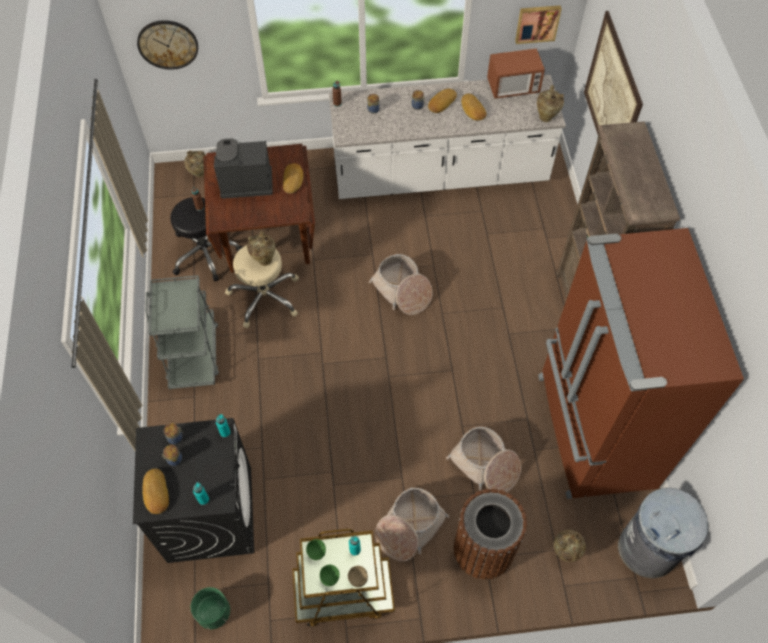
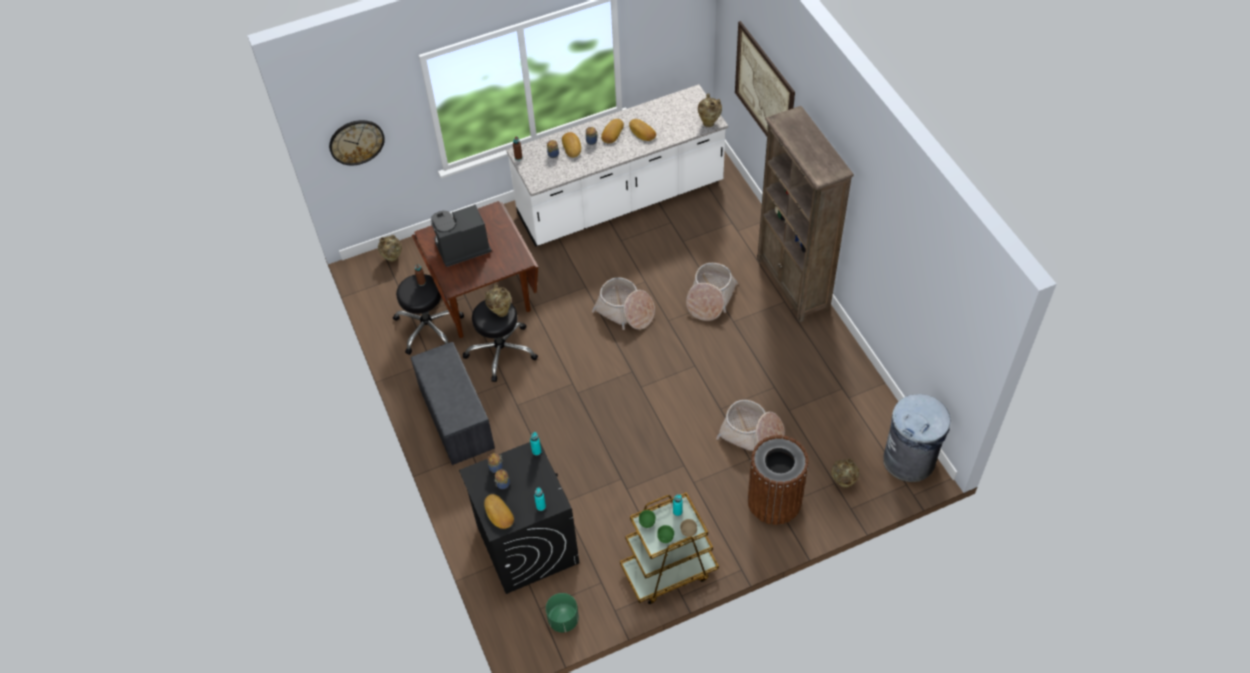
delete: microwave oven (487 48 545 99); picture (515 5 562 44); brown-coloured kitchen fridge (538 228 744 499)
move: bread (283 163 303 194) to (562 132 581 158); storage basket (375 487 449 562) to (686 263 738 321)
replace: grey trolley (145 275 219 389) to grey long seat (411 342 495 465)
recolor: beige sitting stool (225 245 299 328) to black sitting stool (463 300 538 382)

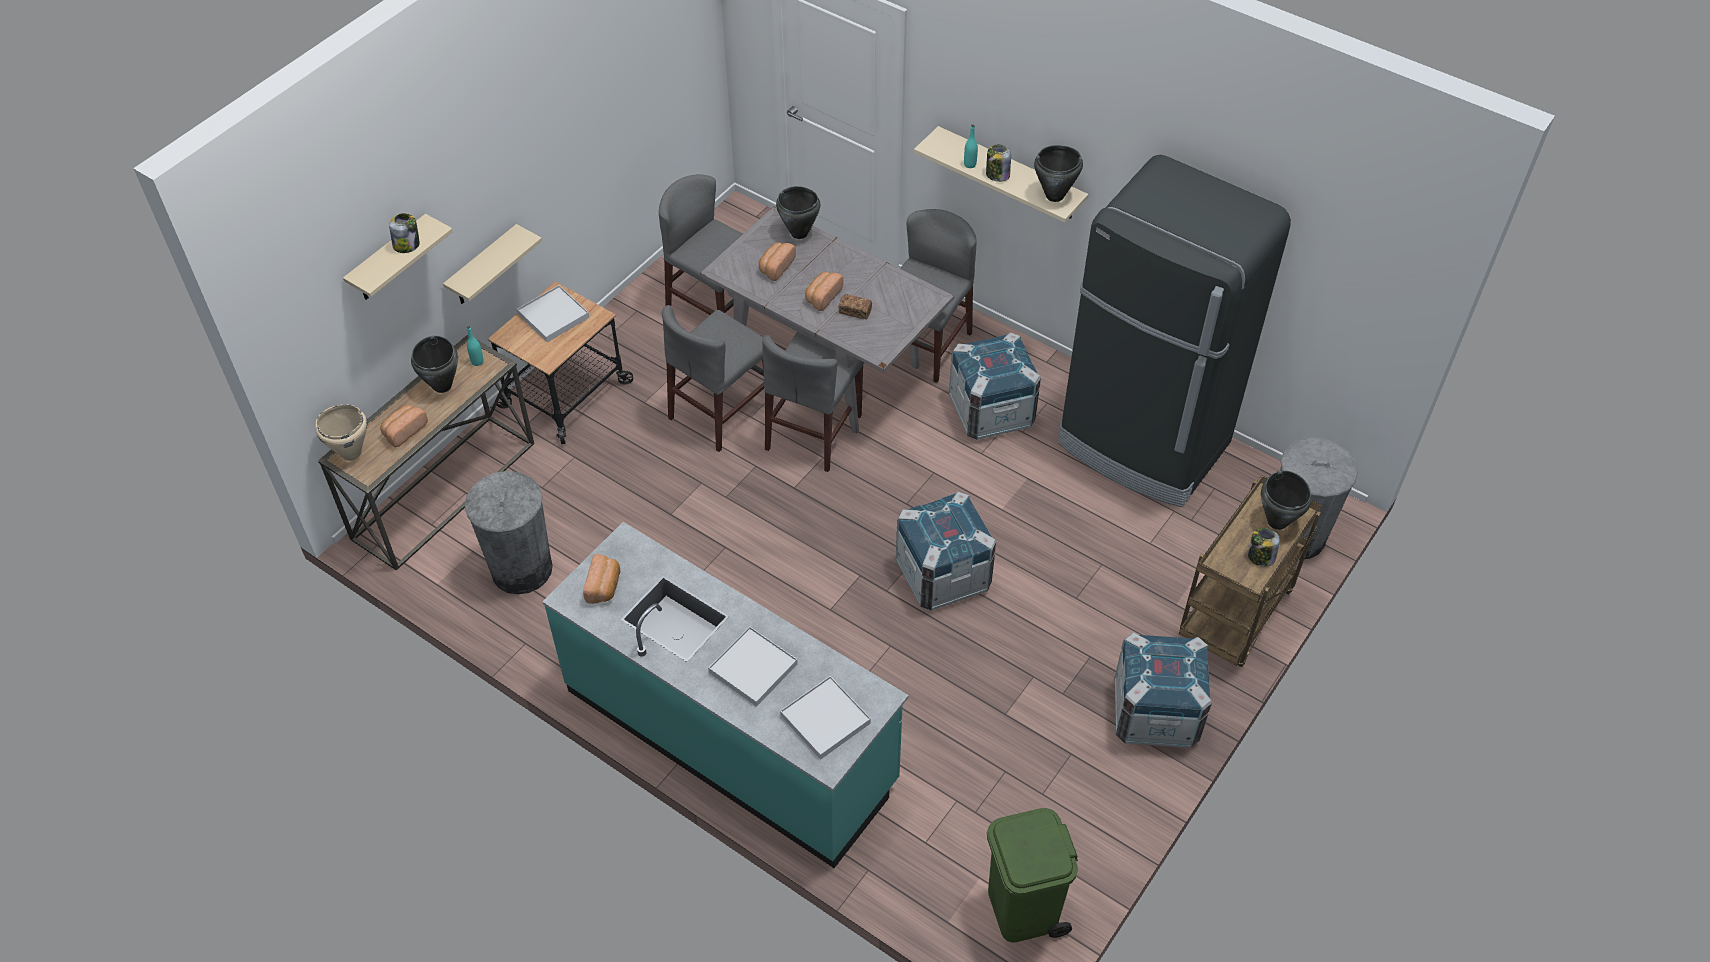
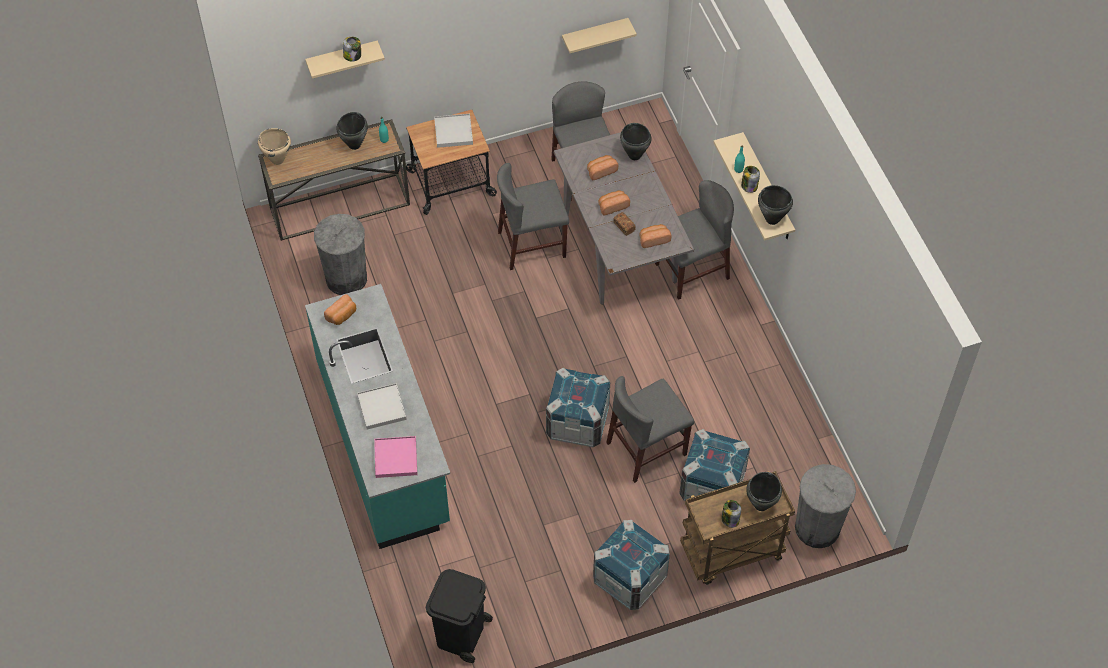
delete: black kitchen fridge (1058 155 1291 507)
move: bread (381 405 428 447) to (639 224 672 248); beige shelf (443 224 542 304) to (562 18 637 53); grey plain chair (762 332 864 472) to (606 376 694 483); packing crate (949 332 1041 440) to (679 429 750 501)
recolor: whitish tray (780 676 871 760) to pinkish tray (374 436 417 478); greenish waste bin (987 808 1078 943) to black waste bin (426 569 493 663)

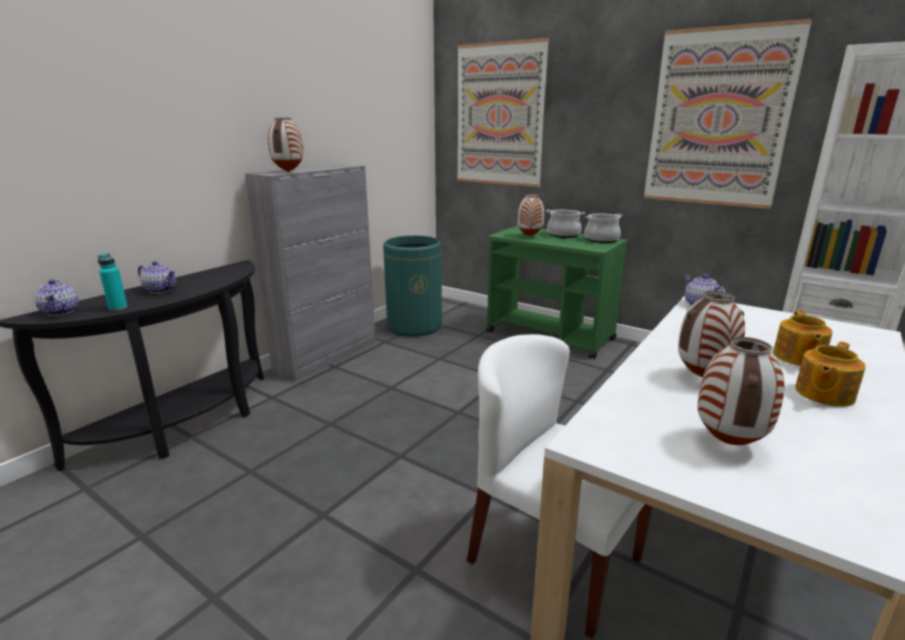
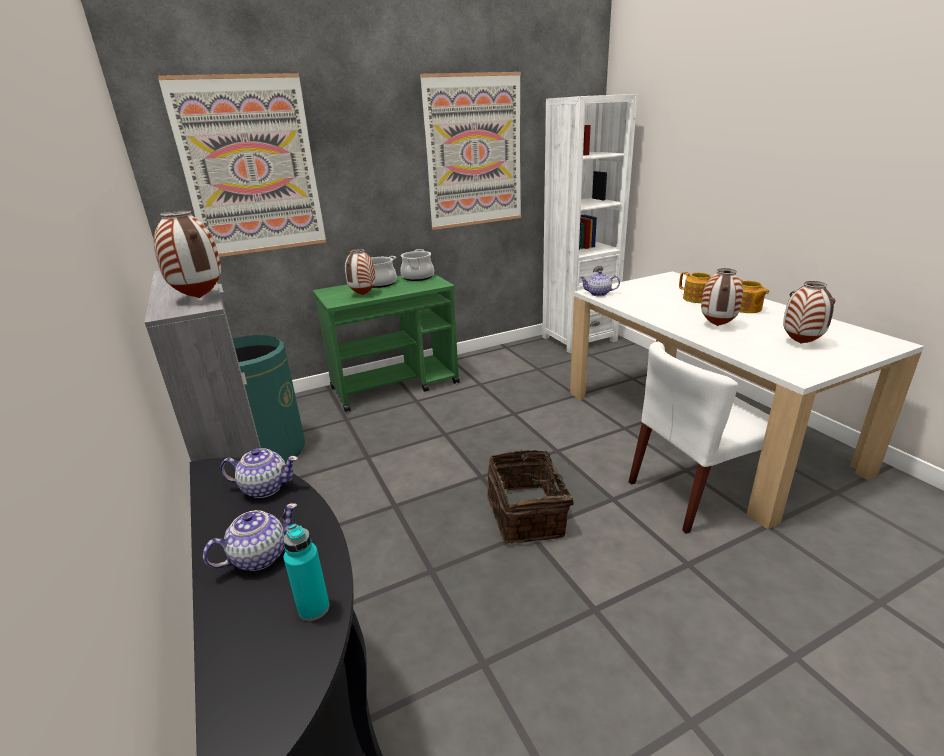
insert: storage basket (487 450 574 543)
move: pot for tea (35 279 79 316) to (220 448 298 498)

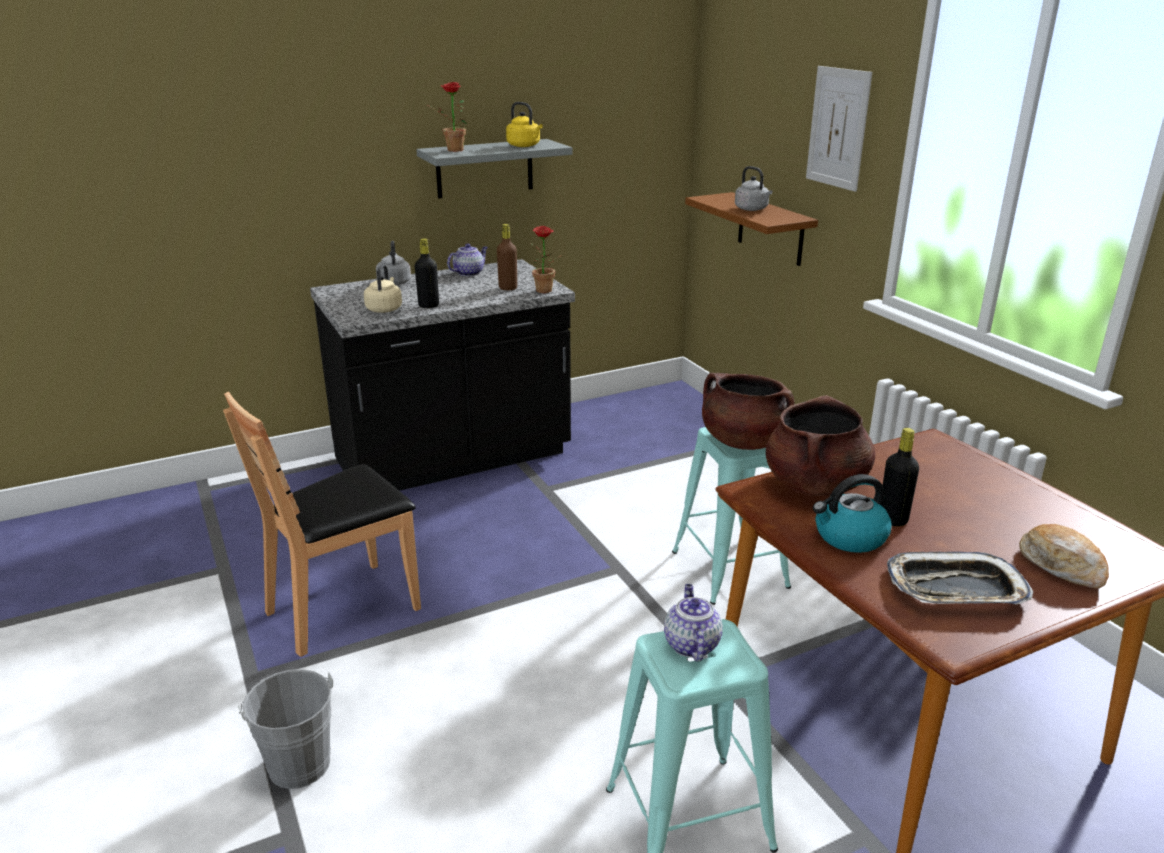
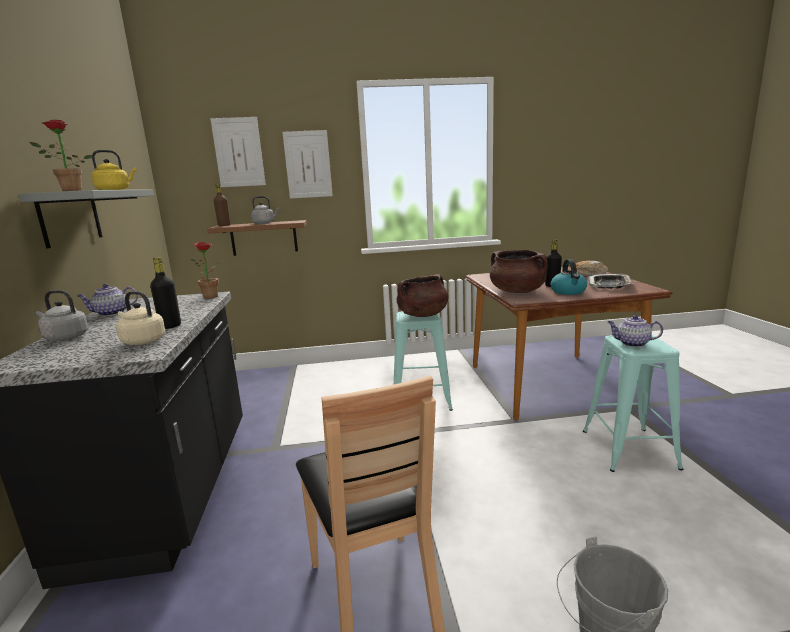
insert: picture (210 117 266 187)
move: brown-coloured beverage bottle (497 224 517 290) to (214 184 231 226)
rotate: pot for tea (447 243 488 276) = (77 284 138 316) 90 degrees counterclockwise

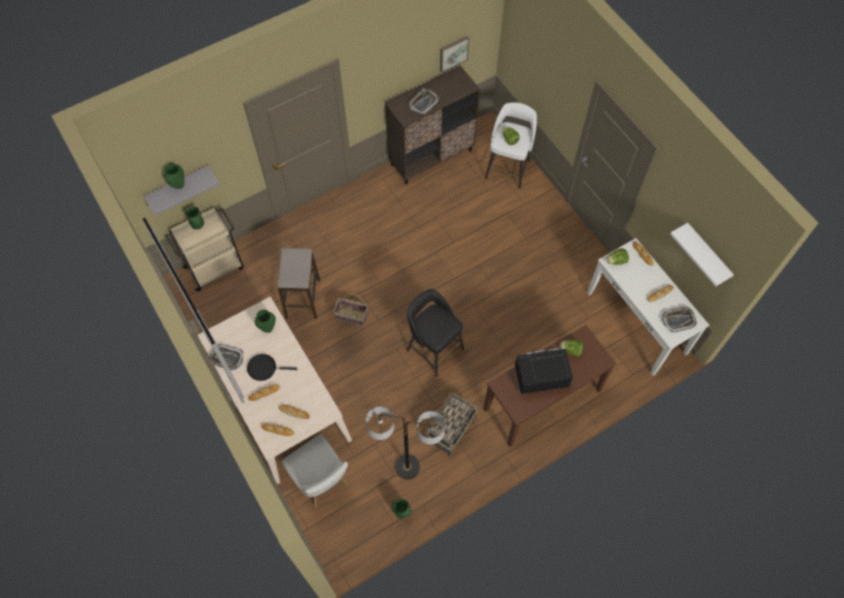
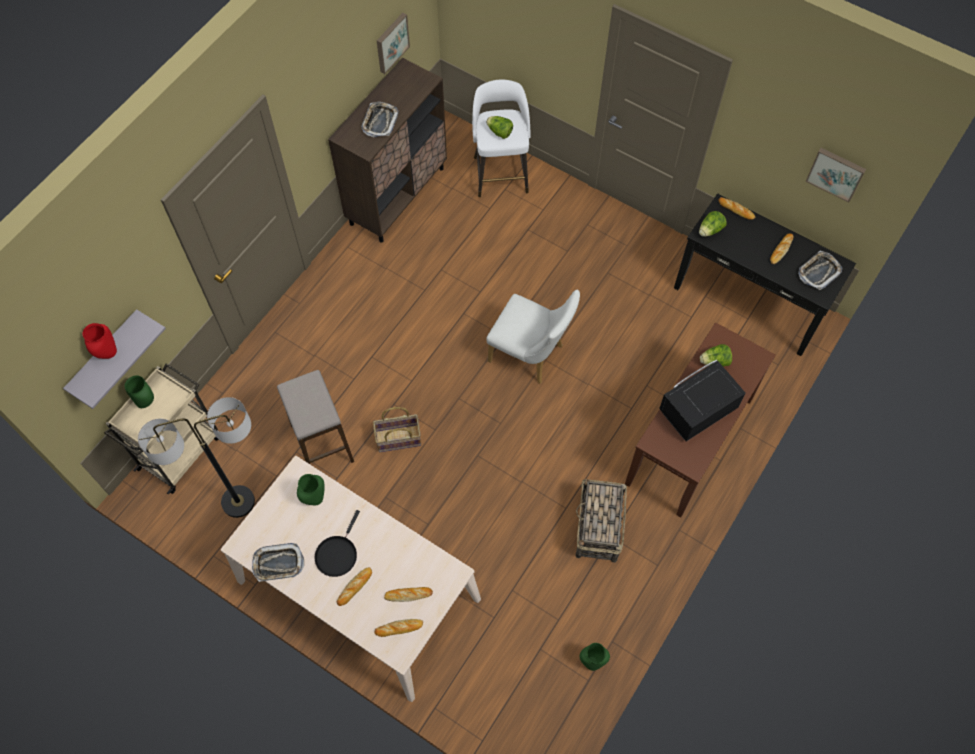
delete: black sitting stool (407 289 464 377)
move: whitish plain chair (282 434 348 507) to (486 290 580 384); standard lamp (365 407 445 479) to (138 397 255 518)
replace: whitish shelf (670 223 734 286) to picture (806 148 866 203)
recolor: greenish flower vase (164 163 184 189) to reddish flower vase (83 323 117 359); whitish narrow table (587 238 709 376) to black narrow table (674 194 856 356)
rotate: black frying pan (247 354 297 381) = (315 510 360 577) 45 degrees counterclockwise

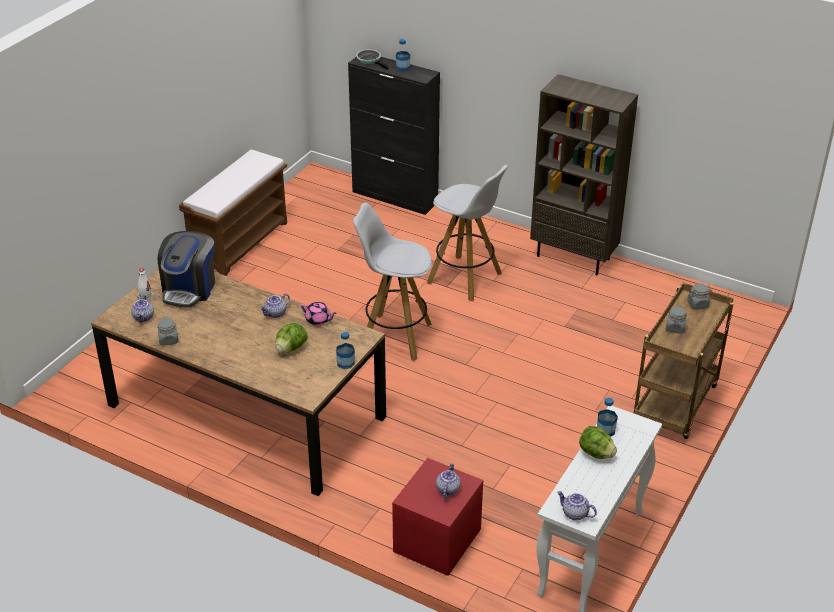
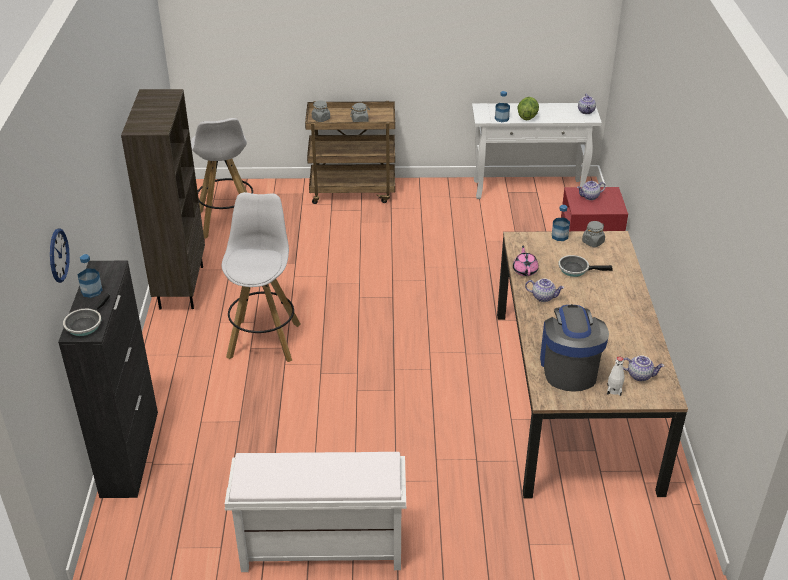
insert: wall clock (50 228 70 283)
move: grey storage jar (158 317 179 346) to (582 221 605 248); whitish sitting stool (353 203 432 361) to (191 118 253 238)
replace: lettuce (275 323 308 353) to frying pan (558 255 613 277)
recolor: brown-coloured long seat (179 149 287 276) to whitish long seat (225 452 406 572)
rotate: pot for tea (131 295 154 323) = (623 355 664 381) 45 degrees clockwise; coffee brewer (158 231 215 308) = (540 304 609 392) 75 degrees counterclockwise

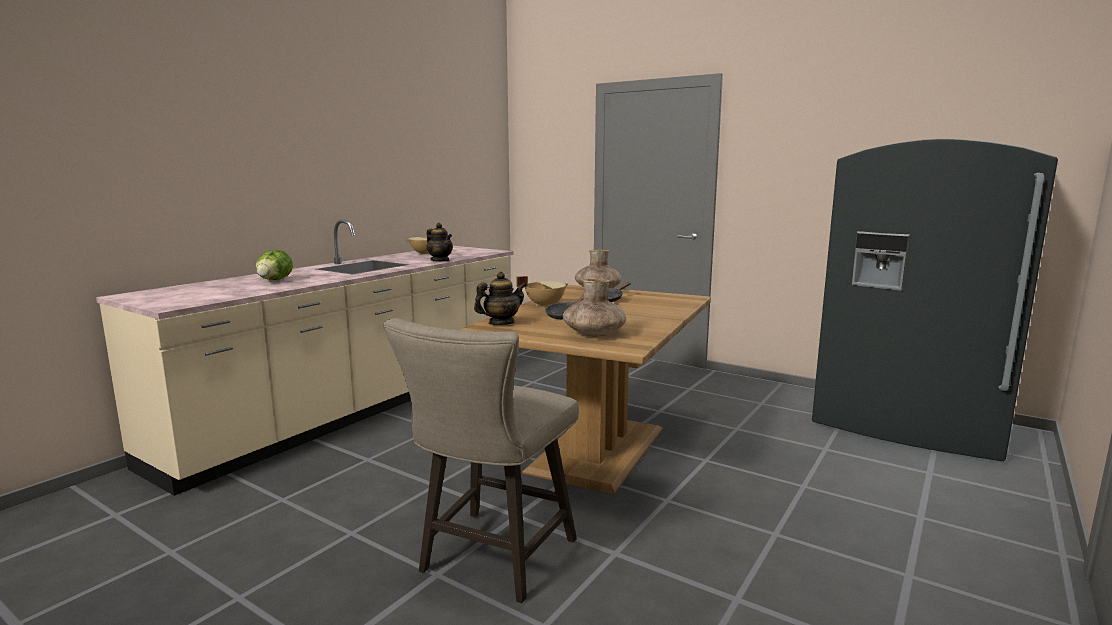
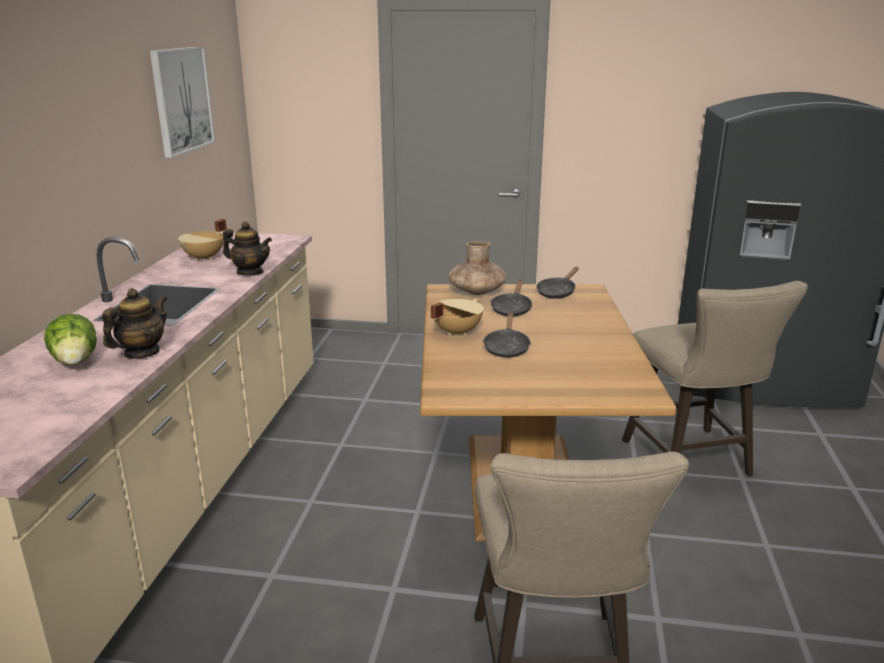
delete: brown-coloured flower vase (563 279 626 337)
insert: picture (150 47 215 158); black frying pan (536 267 579 299); beige sitting stool (622 281 808 476)
move: pot for tea (474 272 526 325) to (102 288 167 359)

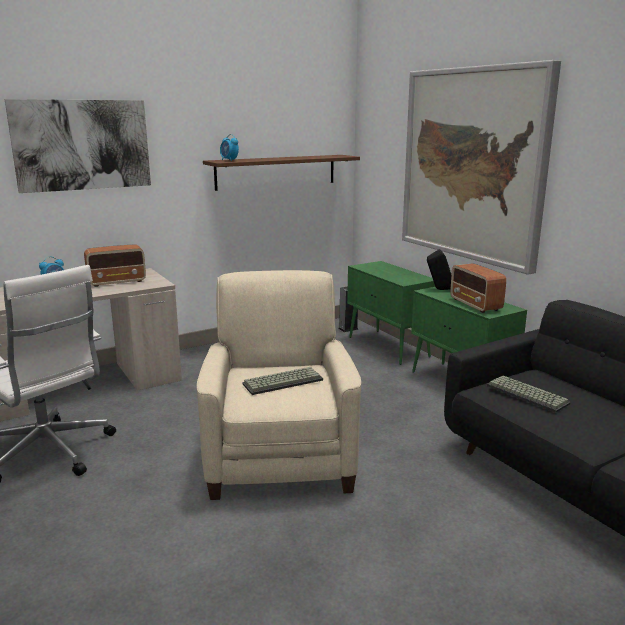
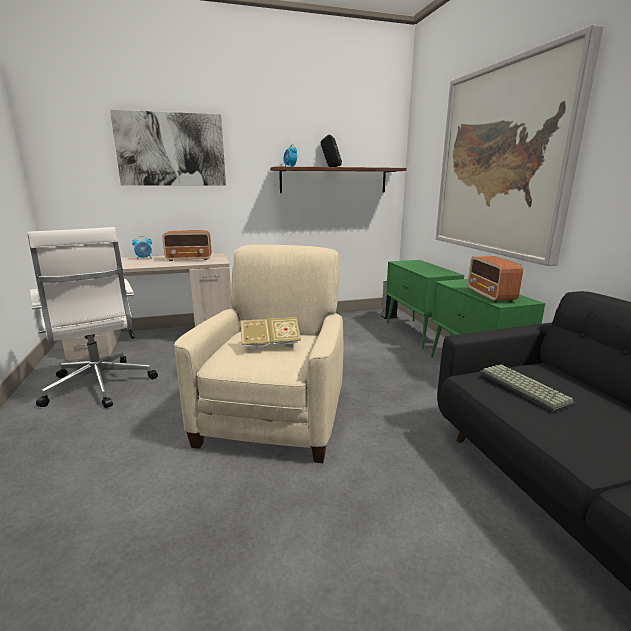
move: black loudspeaker (427 249 451 290) to (321 134 342 167)
replace: computer keyboard (242 367 323 395) to volume (240 317 301 352)

